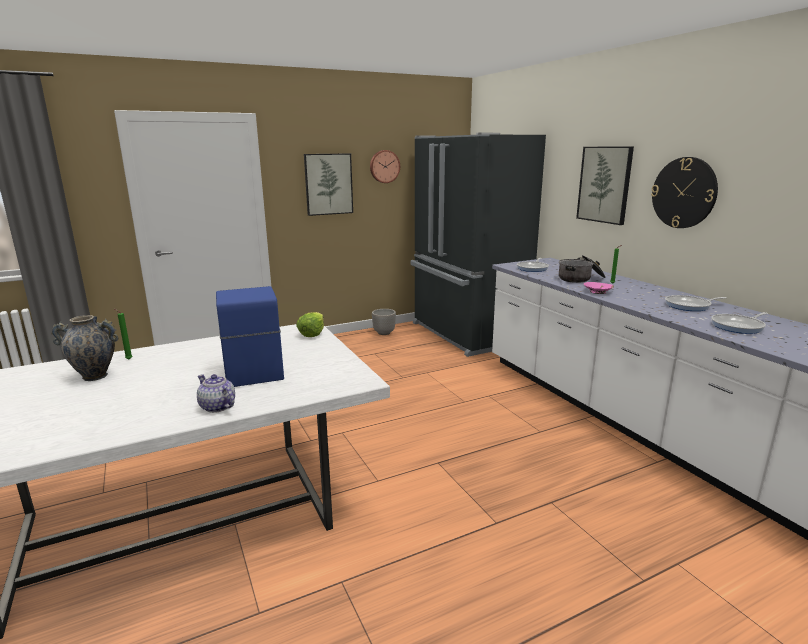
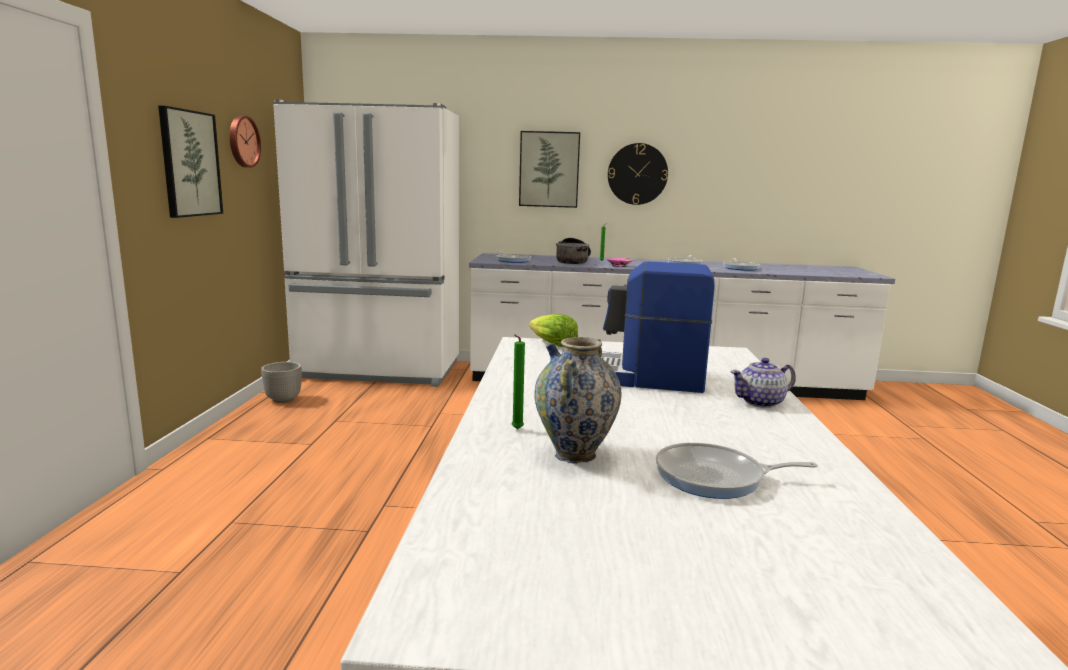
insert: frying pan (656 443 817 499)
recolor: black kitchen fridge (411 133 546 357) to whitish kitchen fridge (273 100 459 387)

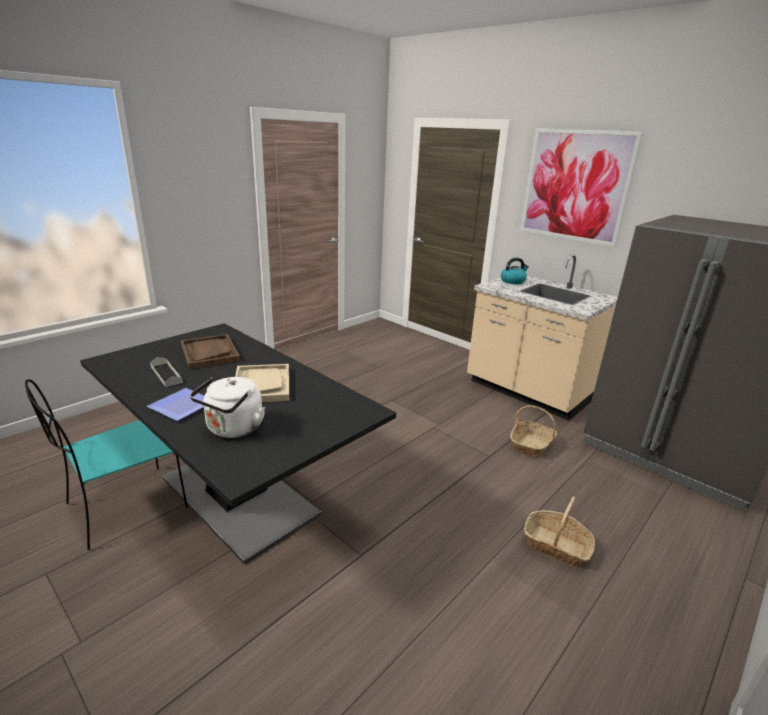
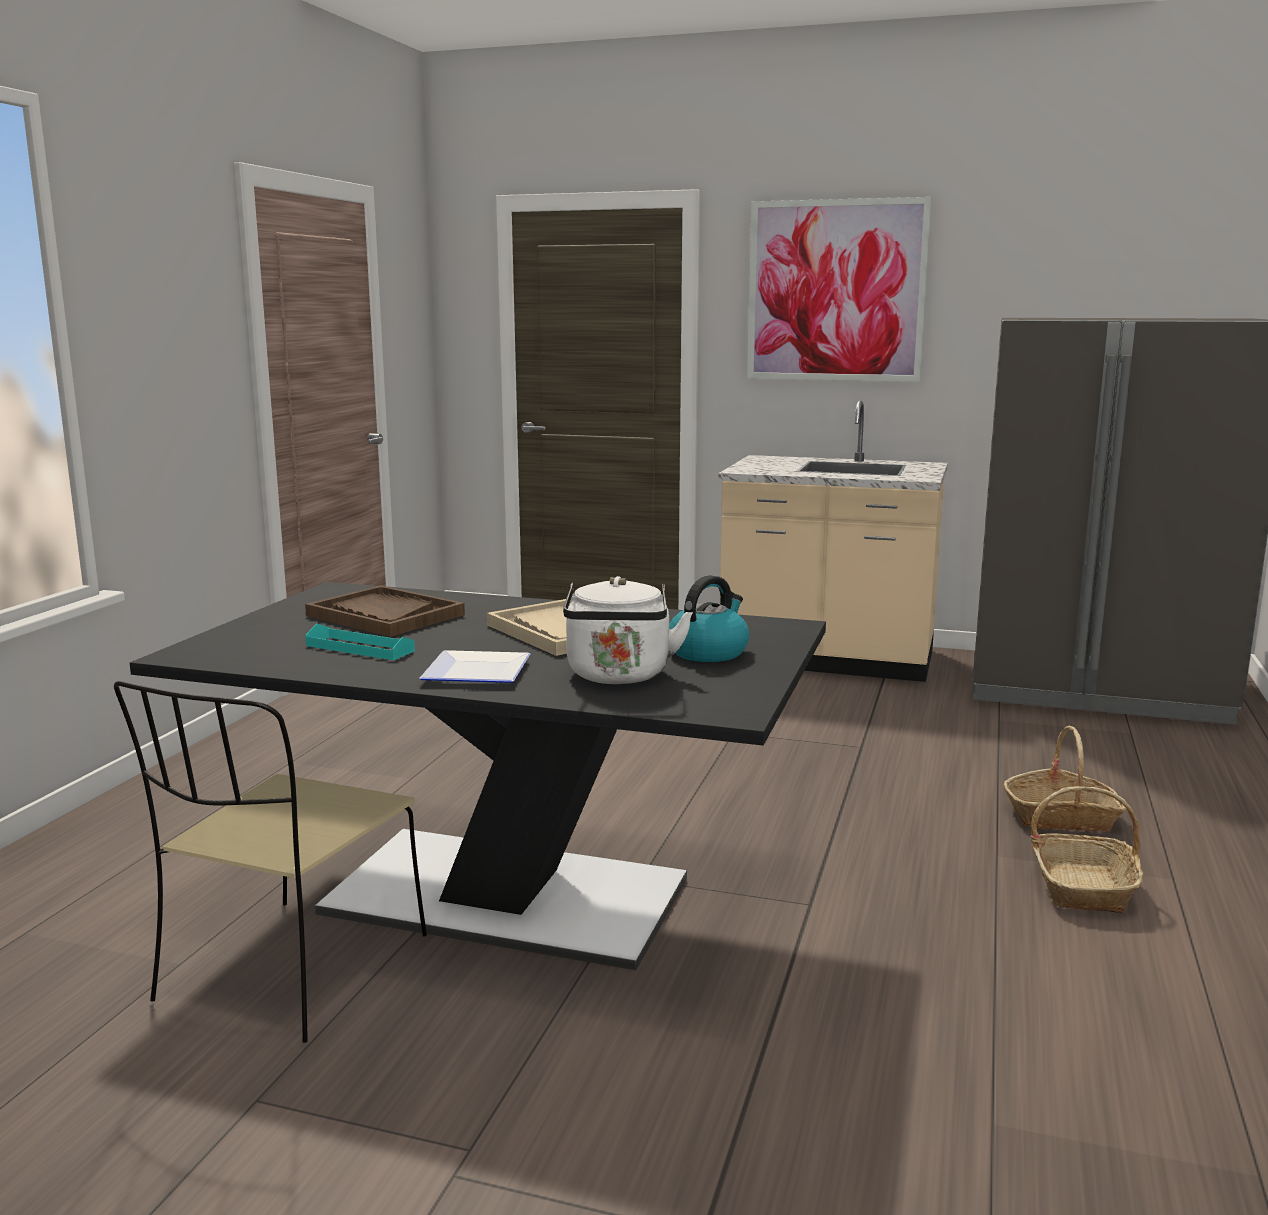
move: kettle (501 258 529 284) to (669 575 749 662); storage basket (510 405 557 458) to (1030 786 1143 913)
recolor: turquoise plain chair (25 379 188 550) to beige plain chair (114 681 427 1043); grey tray (150 357 183 387) to turquoise tray (305 623 415 660)

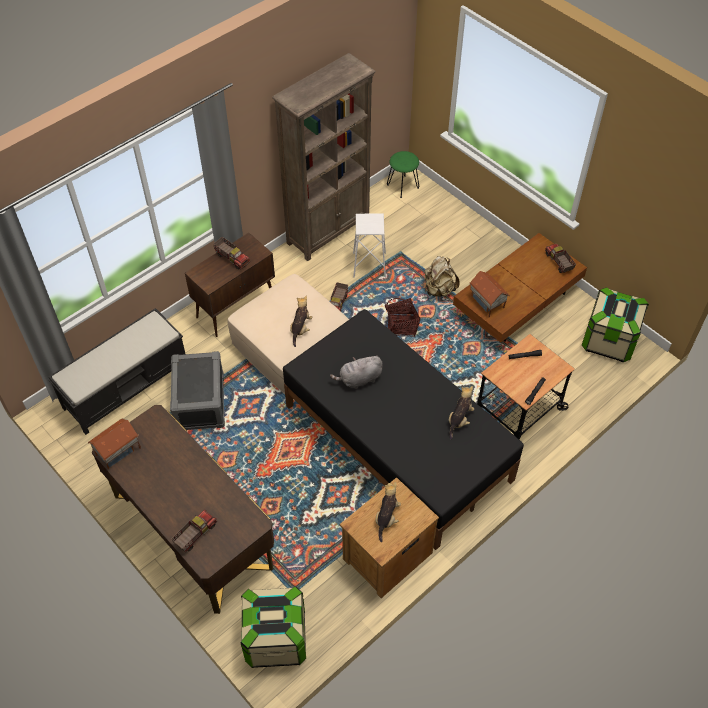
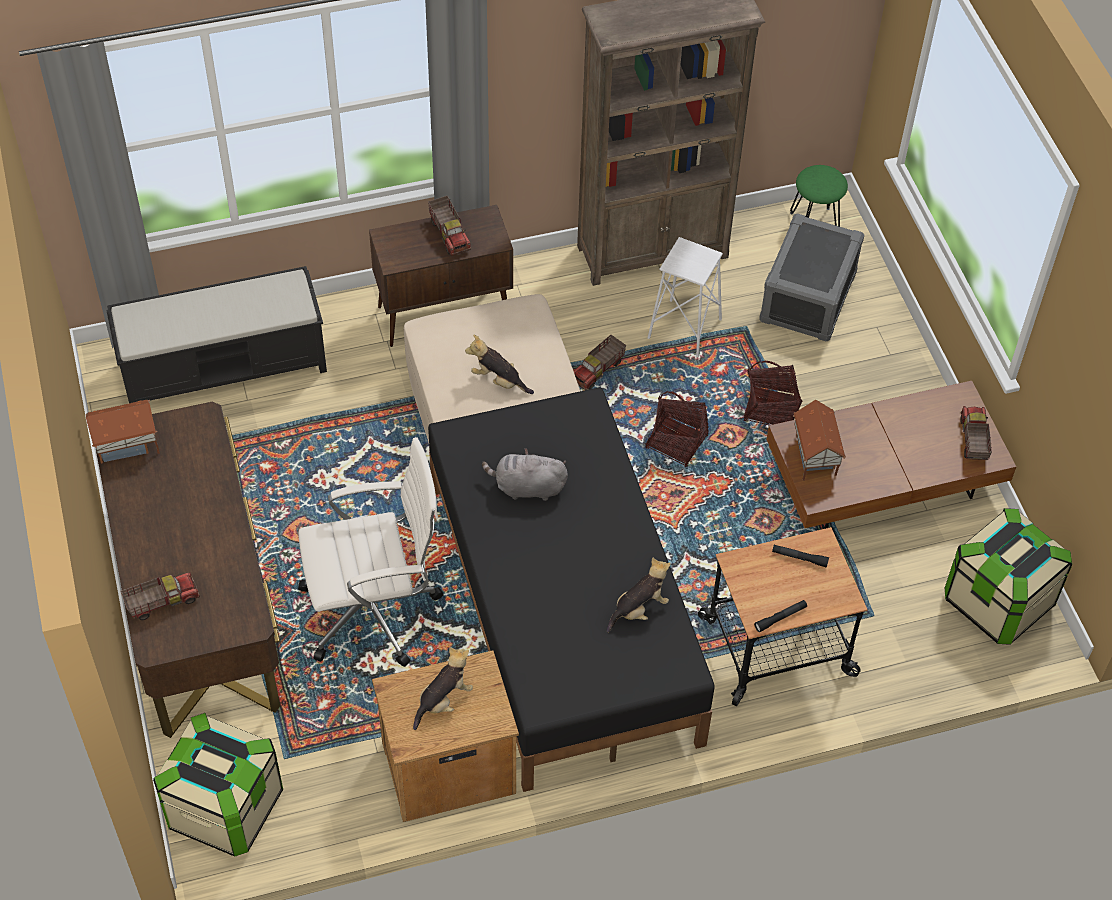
insert: whitish office chair (298 437 444 667)
move: grey storage box (170 351 225 430) to (759 213 864 341)
replace: beige knapsack (425 256 460 297) to storage basket (744 361 802 425)
rotate: cuddly toy (290 296 312 347) = (465 335 534 394) 105 degrees counterclockwise

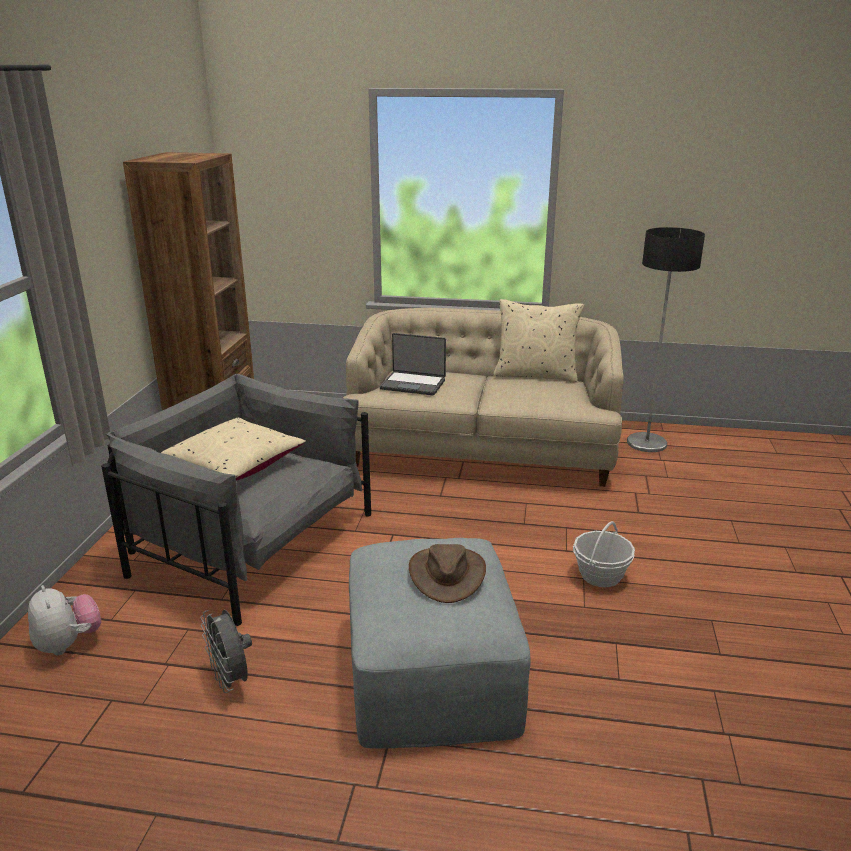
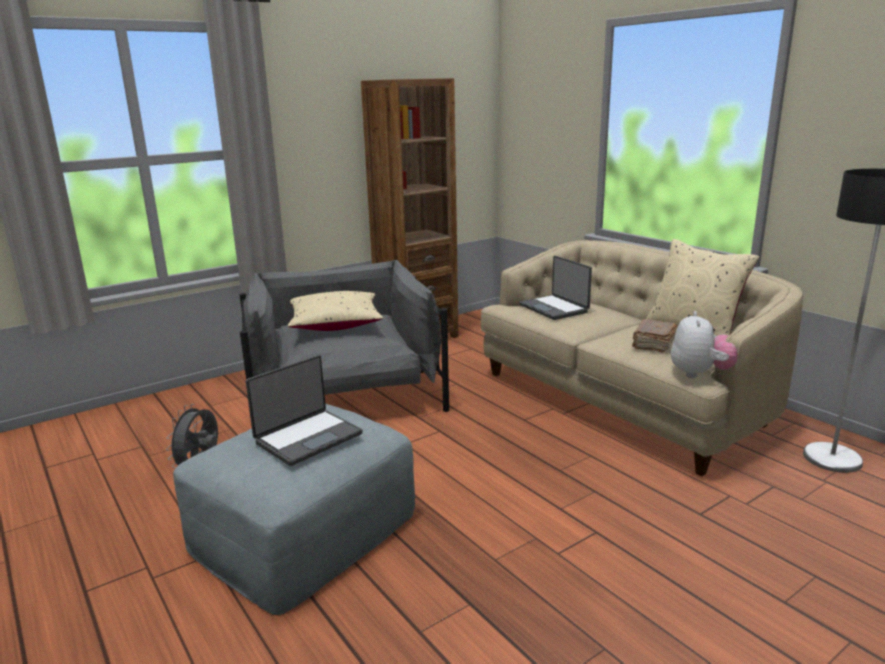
delete: storage basket (573 521 635 587)
insert: brown-coloured volume (632 319 677 353)
move: cuddly toy (28 585 101 655) to (671 311 737 378)
replace: brown-coloured hat (409 544 486 603) to notebook computer (246 355 363 466)

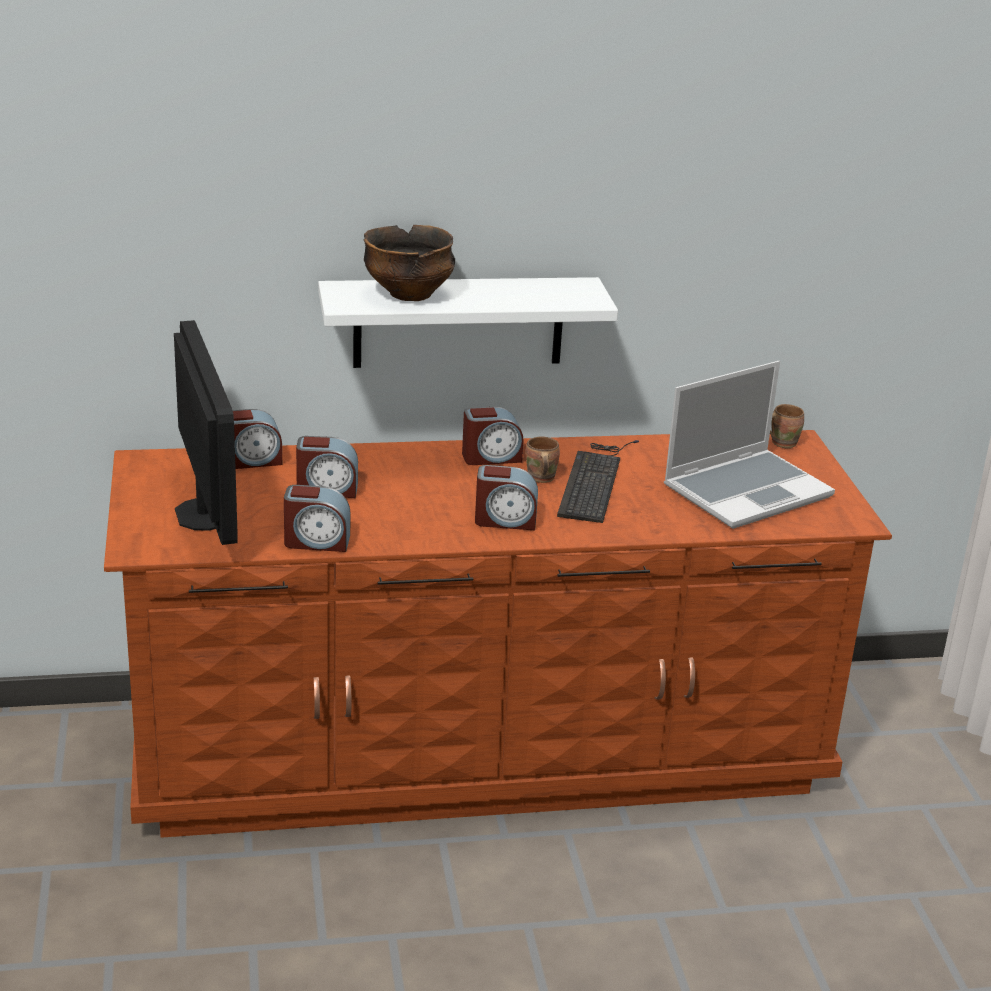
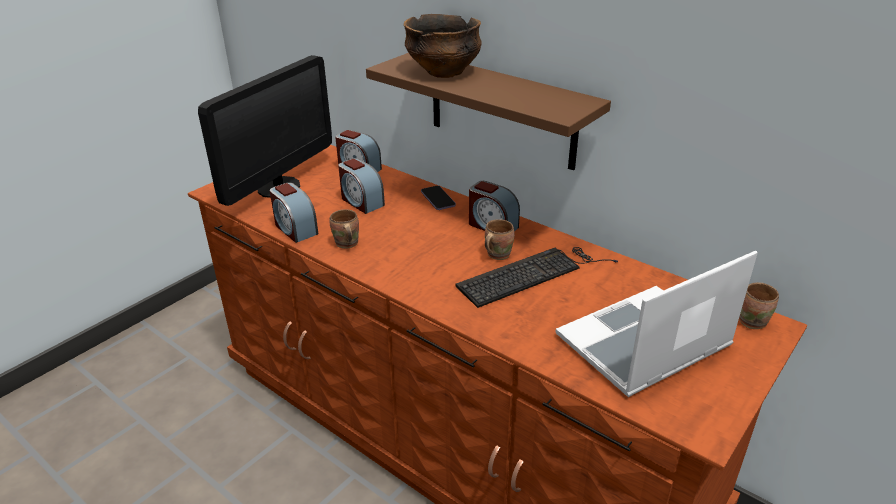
delete: table clock (475 465 538 530)
insert: brown-coloured mug (330 209 359 249); handset (421 186 456 210)
recolor: whitish shelf (318 277 618 368) to brown-coloured shelf (366 53 611 170)
rotate: notebook computer (664 361 835 529) = (555 251 758 397) 135 degrees clockwise

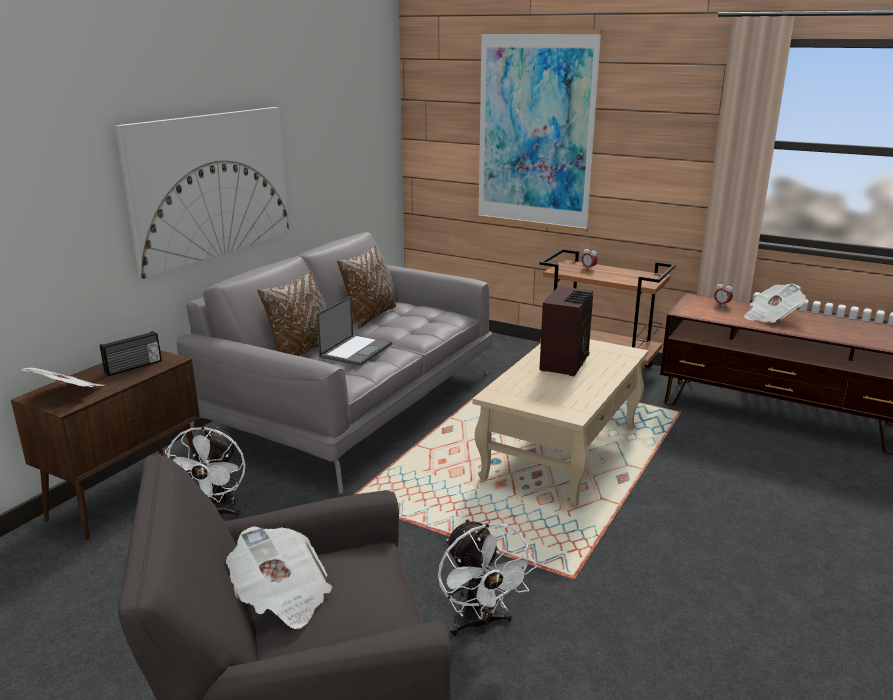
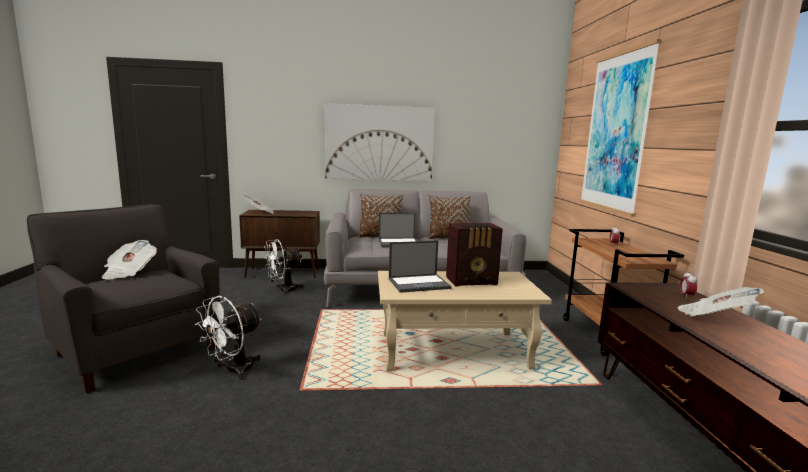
delete: radio (100 331 162 376)
insert: notebook computer (389 241 451 293)

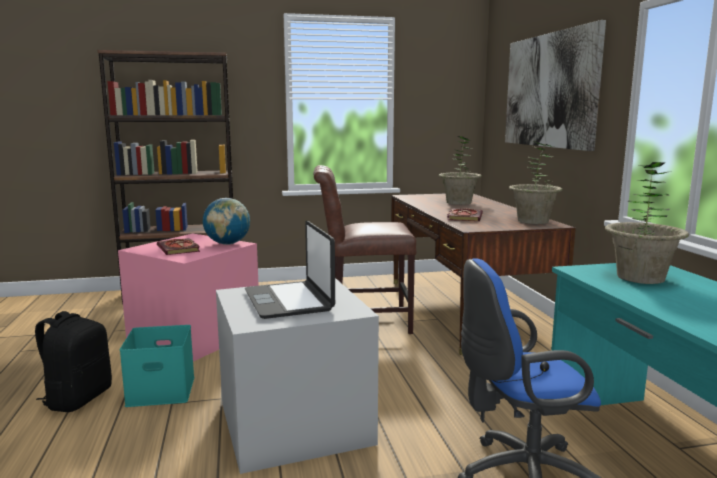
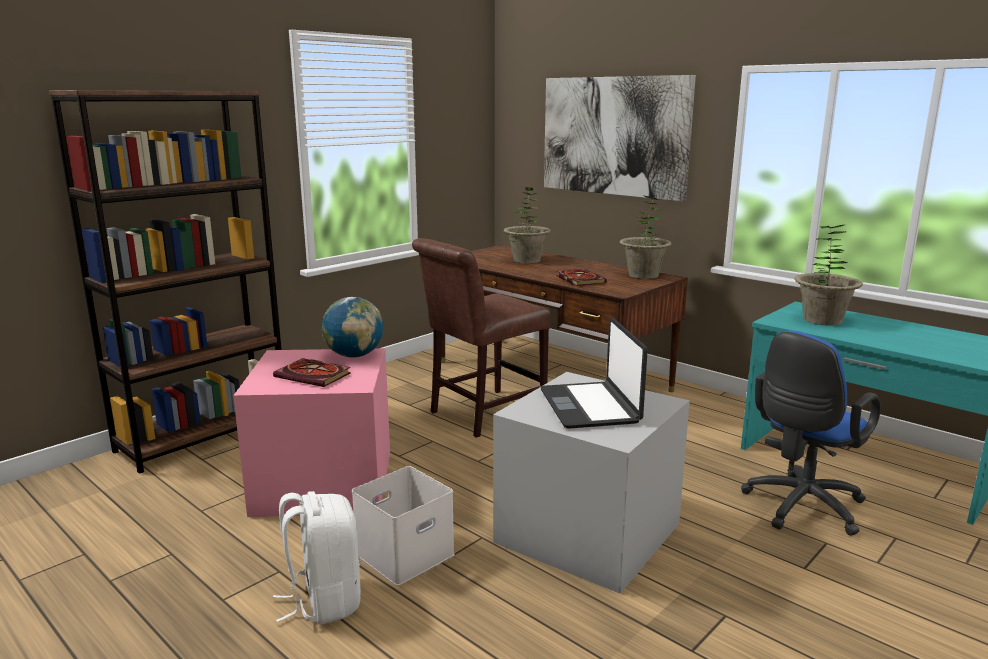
recolor: black knapsack (35 311 112 412) to whitish knapsack (273 491 361 625); turquoise storage box (120 325 194 407) to whitish storage box (352 466 455 586)
rotate: notebook computer (245 221 336 319) = (541 317 648 429) 45 degrees clockwise

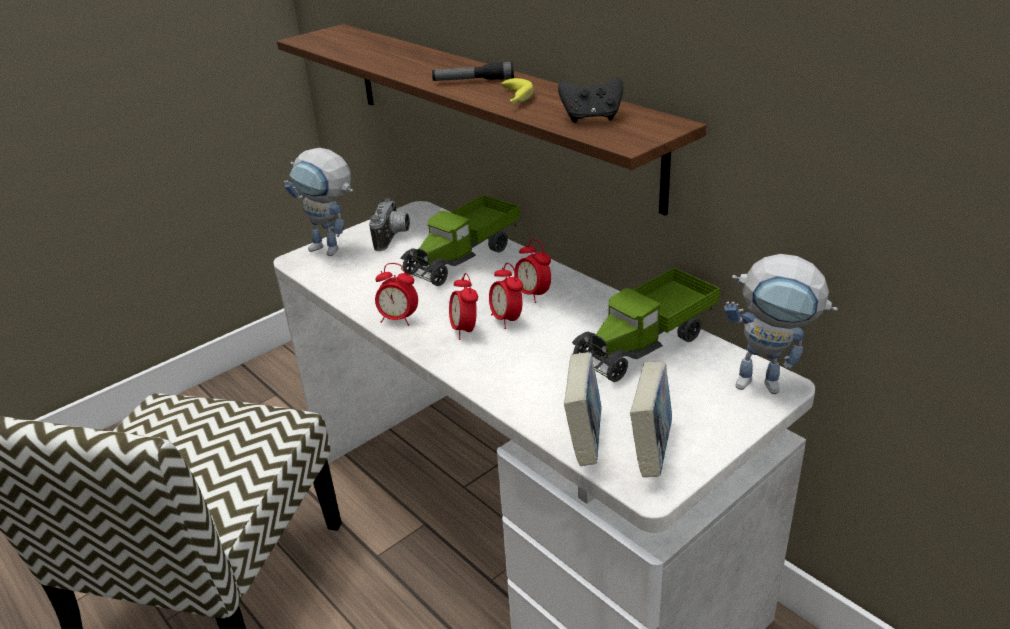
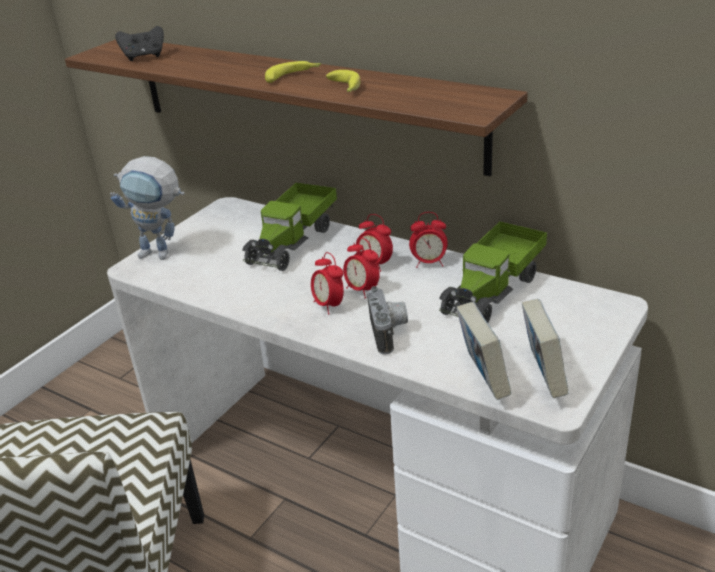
delete: model robot (724 254 838 394)
move: still camera (369 198 410 251) to (367 286 408 354); table clock (375 263 418 326) to (409 212 448 268); black game controller (558 77 624 123) to (115 26 164 61)
replace: flashlight (432 62 514 81) to banana (265 61 321 83)

